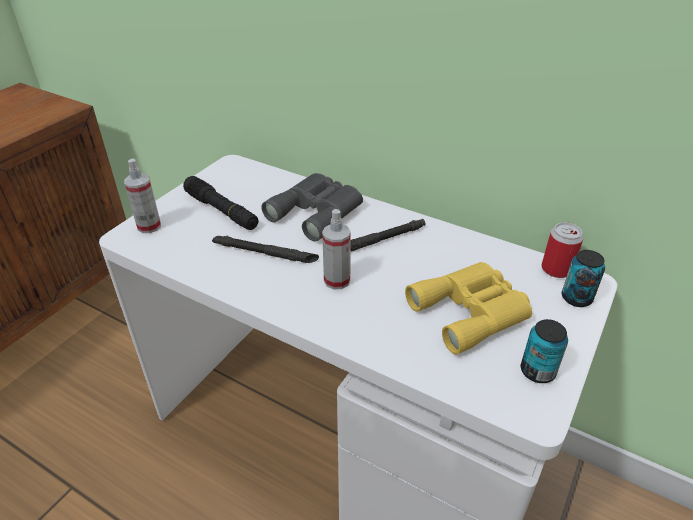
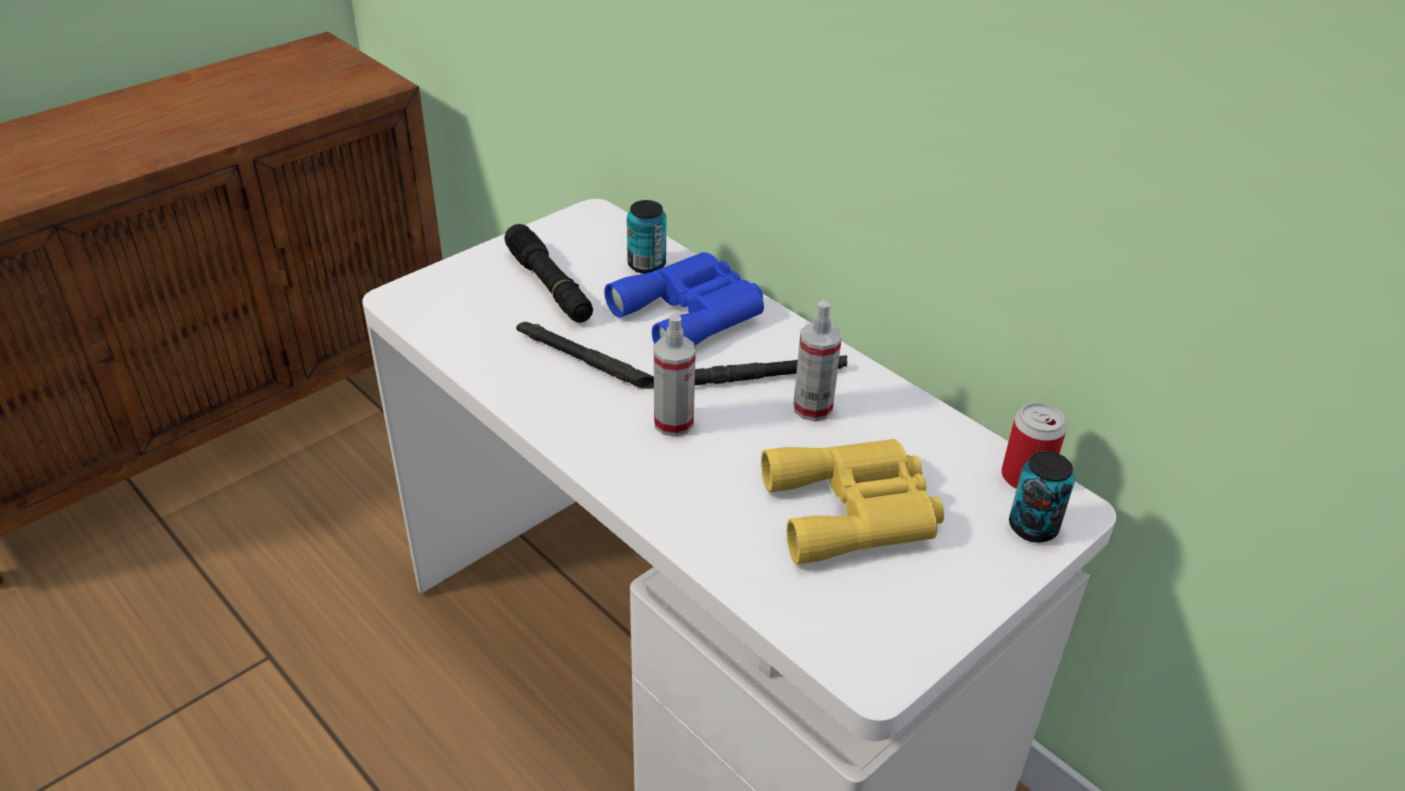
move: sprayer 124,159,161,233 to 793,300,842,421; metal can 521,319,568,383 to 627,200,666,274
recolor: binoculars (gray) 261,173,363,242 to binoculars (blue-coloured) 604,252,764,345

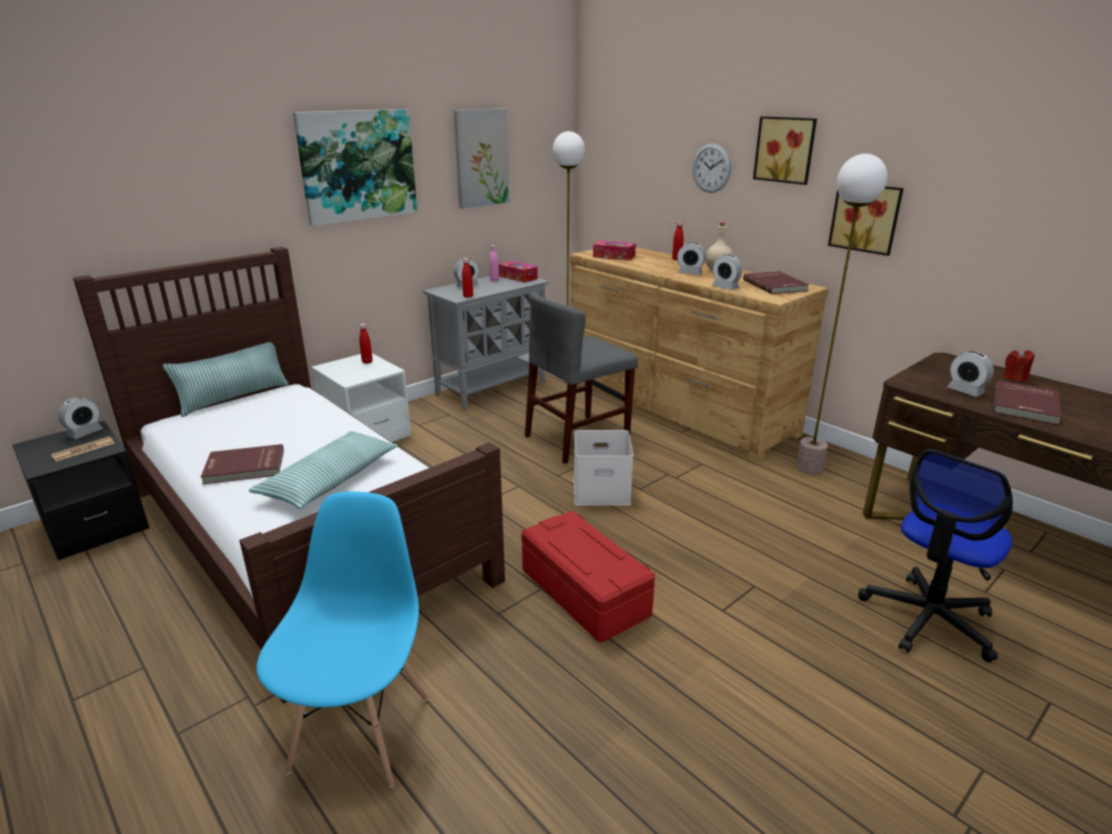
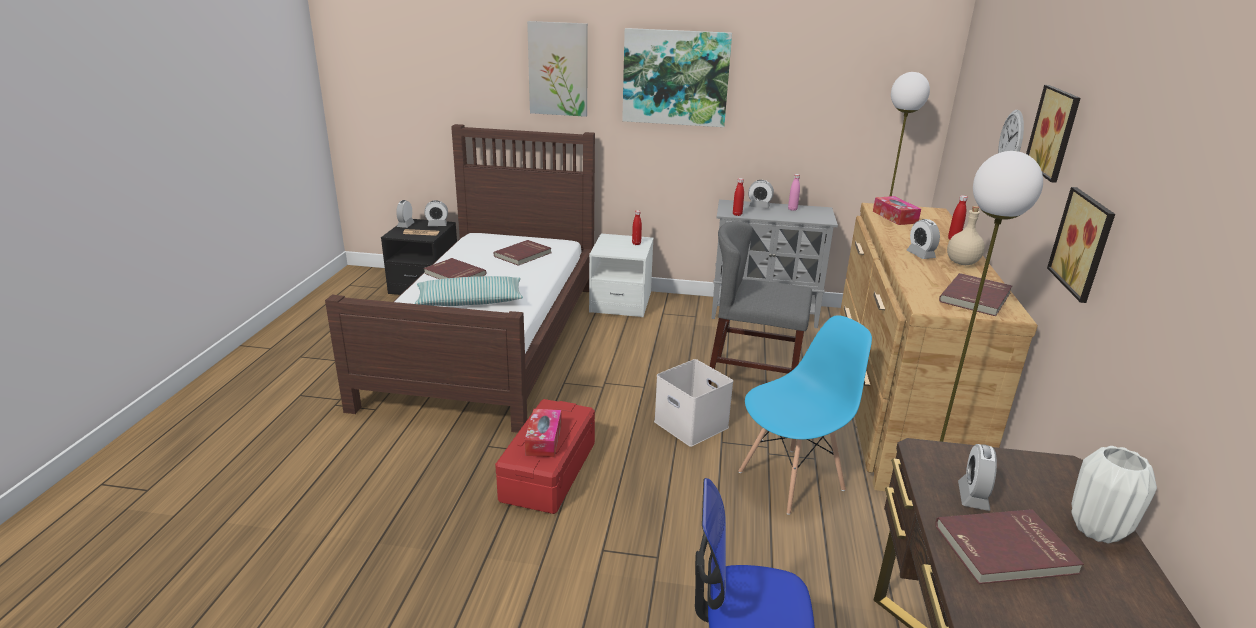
delete: throw pillow 162,342,289,417
insert: volume (red) 494,240,551,266
move: plain chair (blue-coloured) 257,491,429,788 to 739,315,872,515; wall picture 454,109,510,209 to 527,21,588,117; tissue holder 499,261,538,283 to 524,409,562,457; alarm clock 712,254,742,290 to 396,200,414,228
replace: candle (red) 1003,349,1034,381 to flower vase (whitish) 1071,446,1157,543

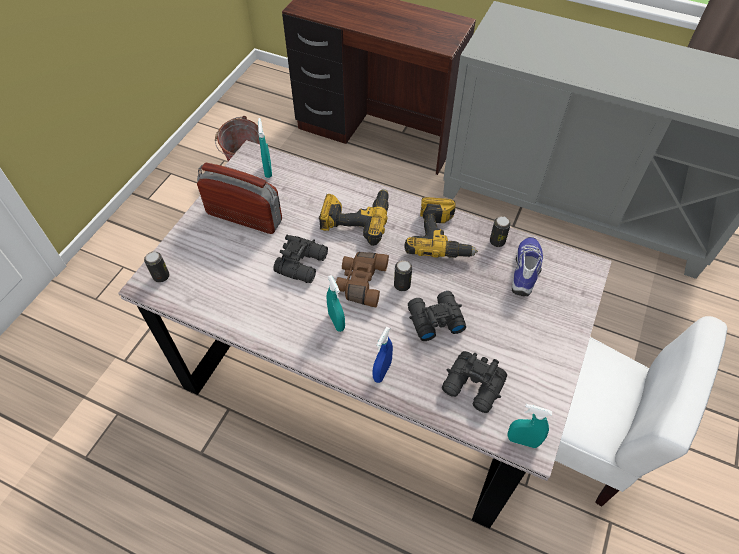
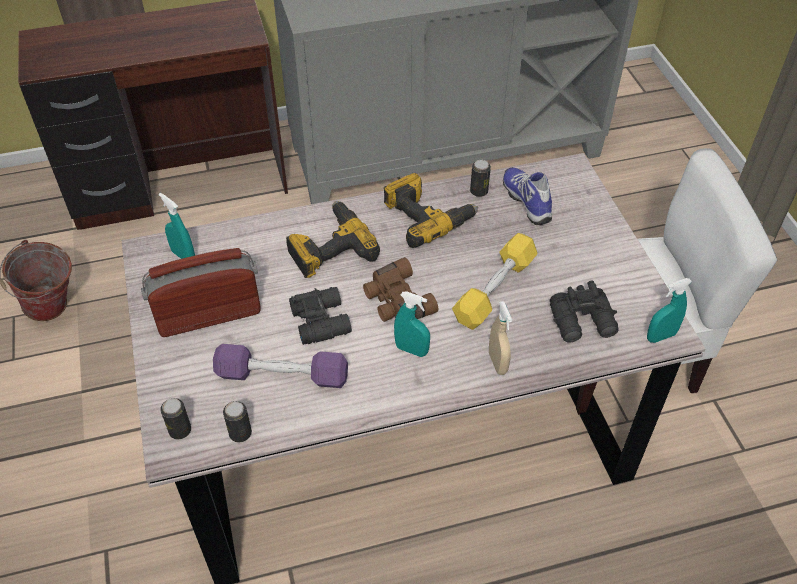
insert: free weight (purple) 213,344,348,388
move: metal can 394,260,412,291 to 223,401,252,442
replace: binoculars (blackish) 408,291,466,341 to free weight (yellowish) 452,233,537,330
recolor: sprayer (blue-coloured) 372,327,393,383 to sprayer (beige) 489,301,512,375

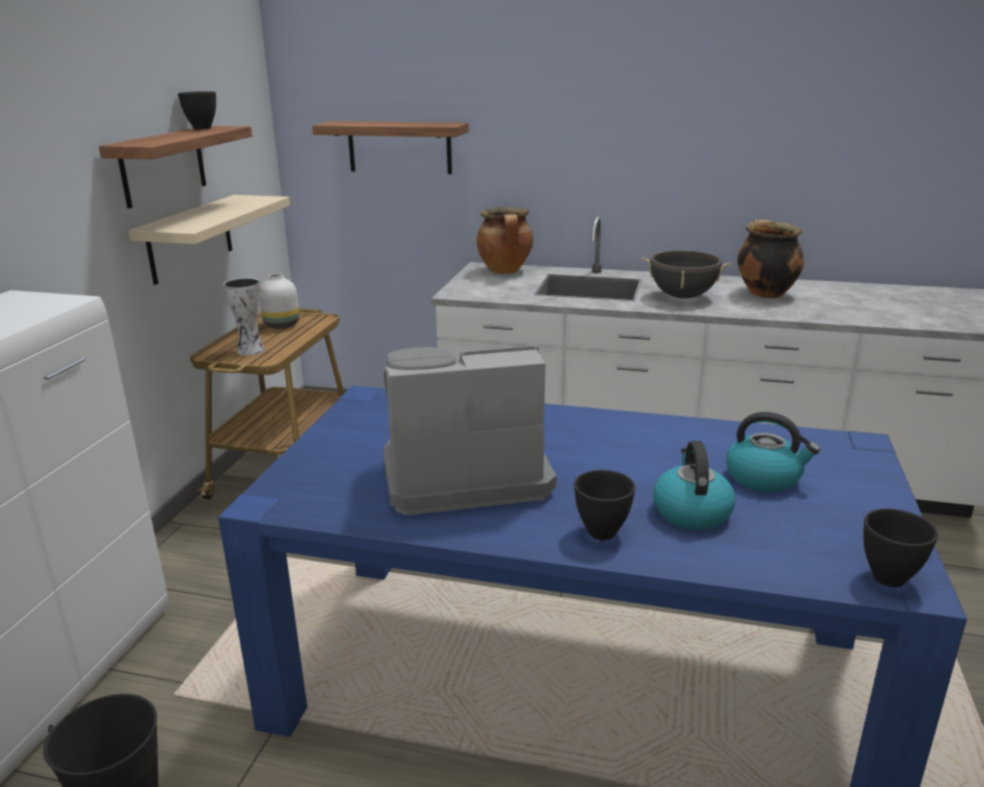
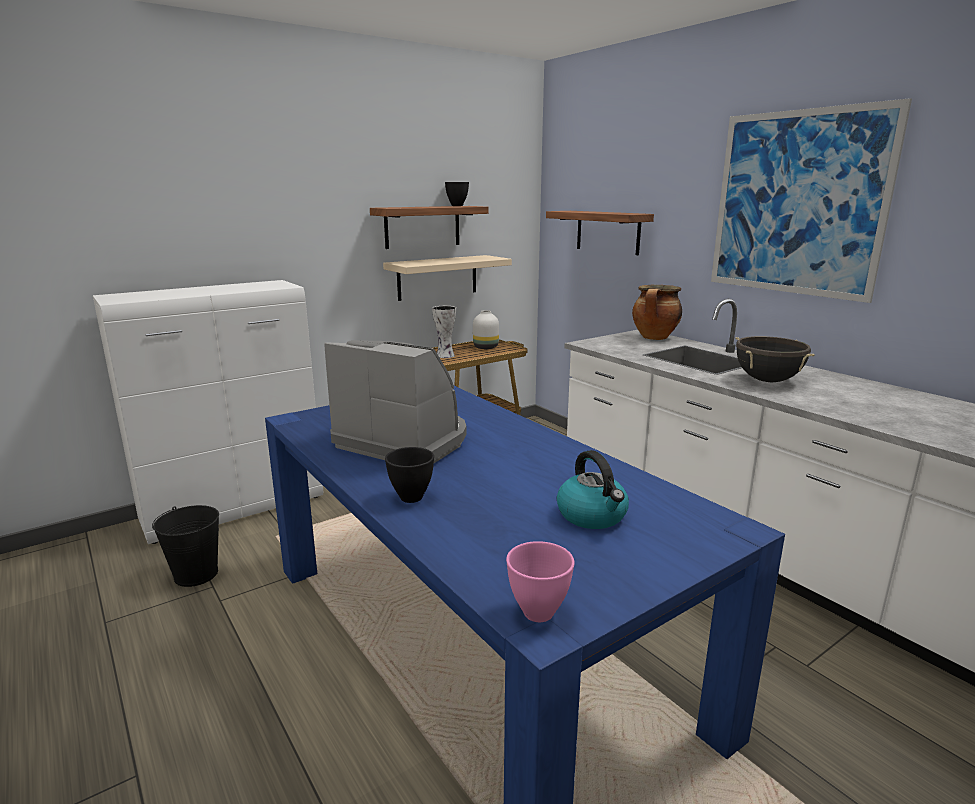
delete: tea kettle 653,441,736,530; saucepot 737,220,804,298
insert: wall picture 711,98,912,303
recolor: serving bowl (blackish) 863,509,938,587 to serving bowl (pinkish) 506,541,575,622

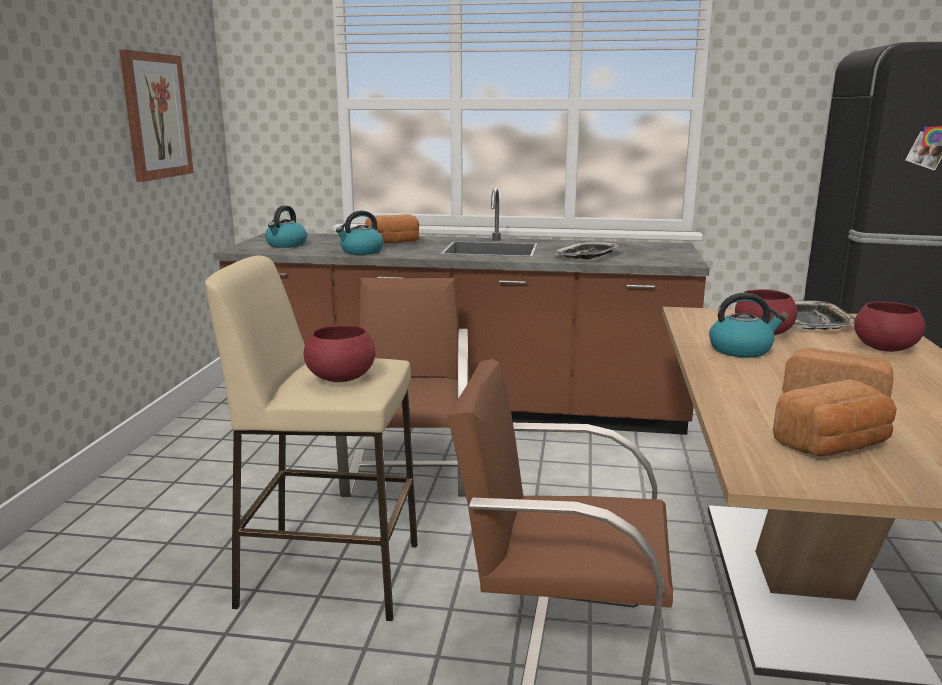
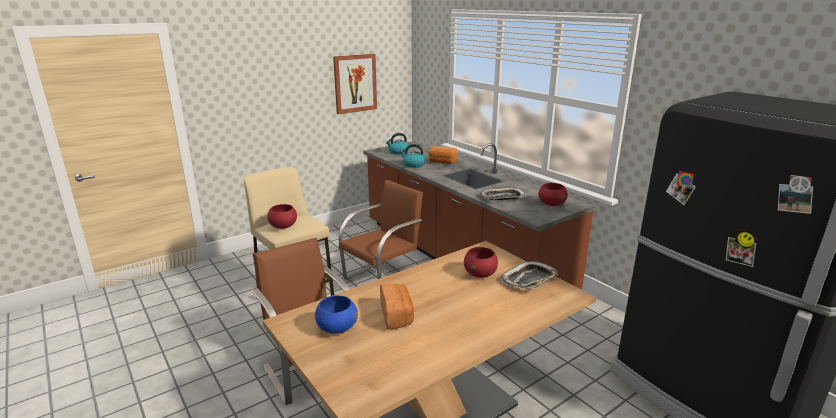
delete: tea kettle 709,293,786,358
move: serving bowl (red) 854,302,925,352 to 539,183,568,206
replace: bread 773,379,897,457 to serving bowl (blue-coloured) 315,295,358,333

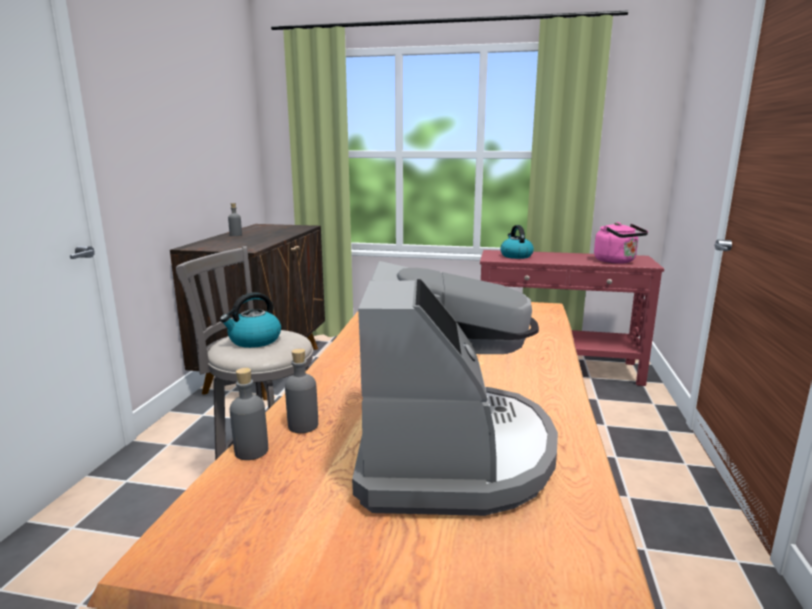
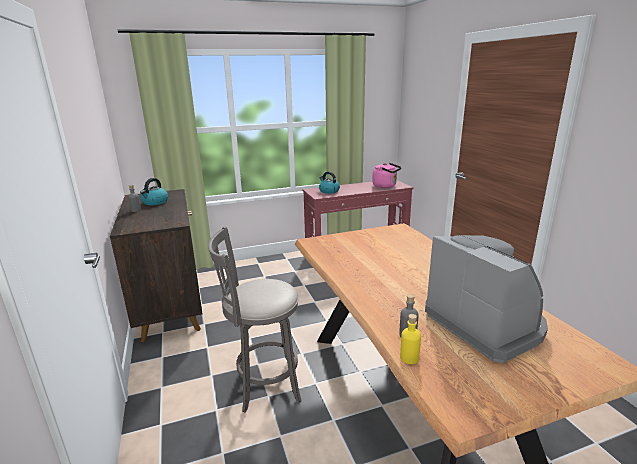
move: tea kettle 220,292,281,348 to 140,178,168,205
recolor: drink bottle (gray) 230,368,268,460 to drink bottle (yellowish) 400,314,421,364

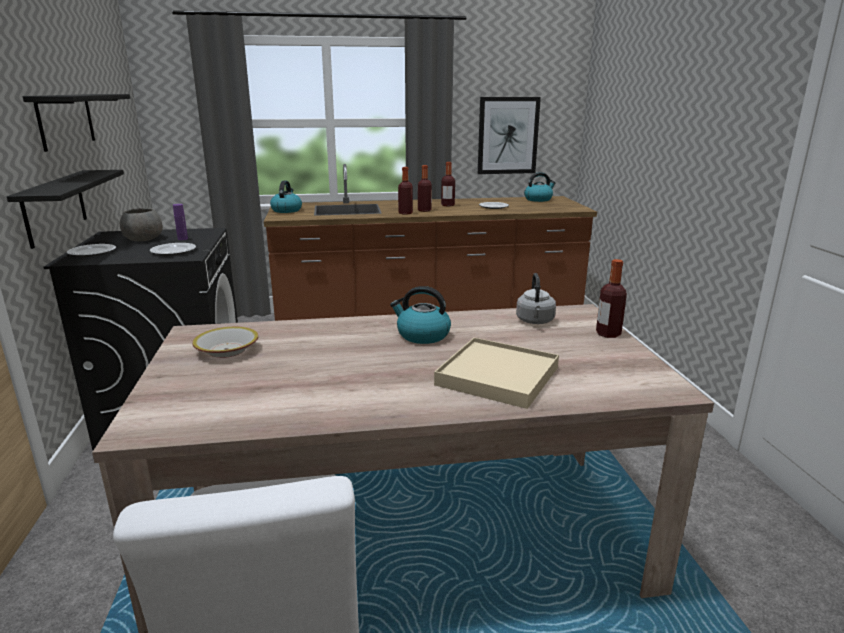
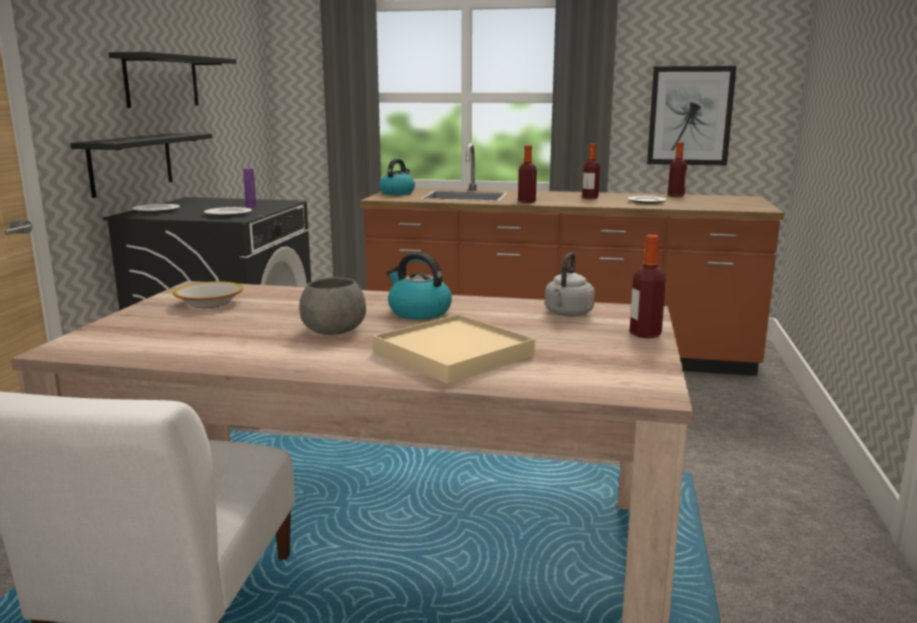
delete: tea kettle 524,172,556,202
move: serving bowl (gray) 120,208,163,241 to 299,277,366,335; drink bottle 418,165,432,212 to 668,142,687,197

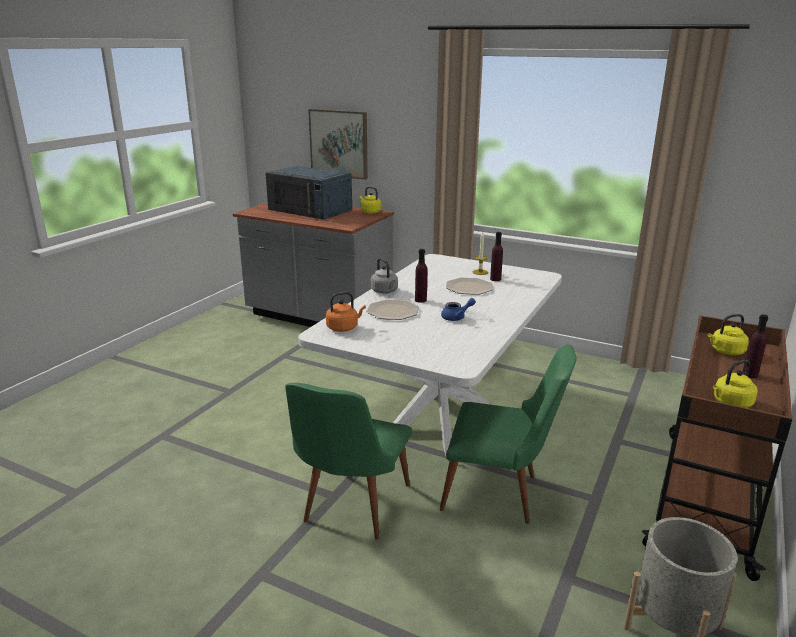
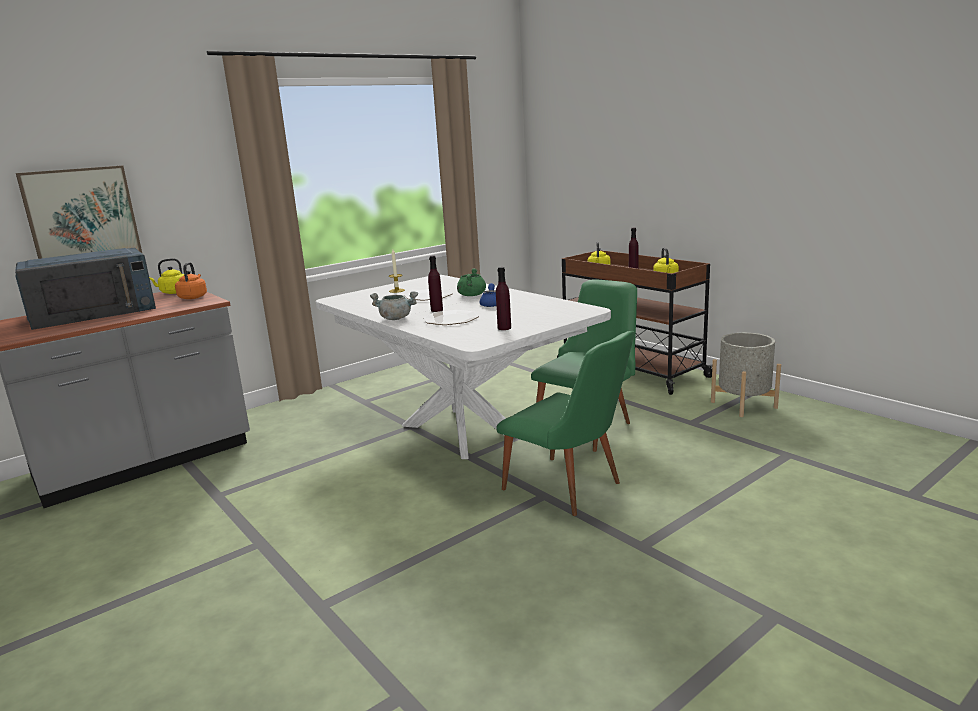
insert: saucepot (green) 457,268,486,296
move: tea kettle (orange-coloured) 326,292,366,332 to 175,262,207,299; drink bottle (purple) 490,232,503,281 to 496,267,511,330
replace: tea kettle (gray) 371,258,398,293 to saucepot (gray) 370,291,418,320

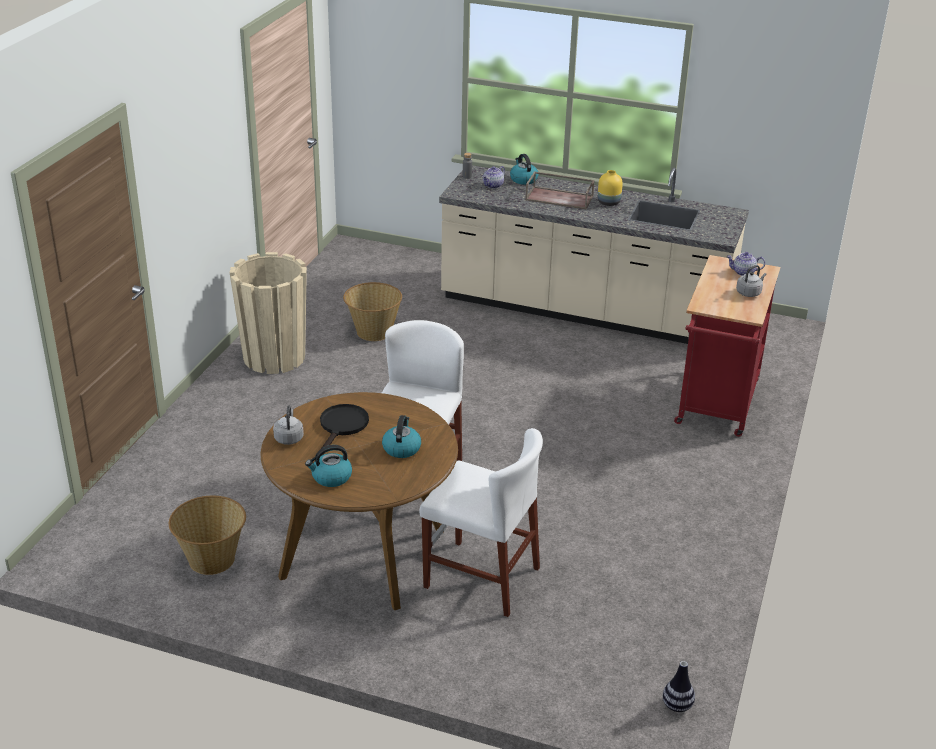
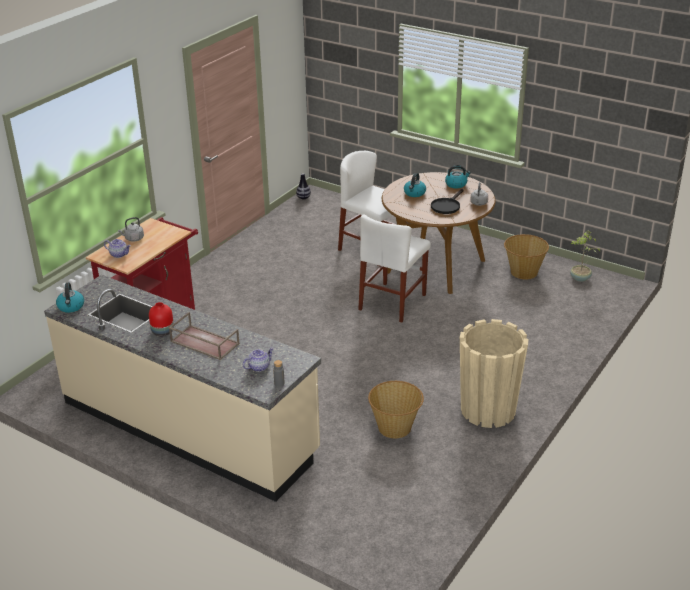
insert: potted plant 570,230,600,282
move: tea kettle 510,154,538,185 to 56,283,84,313
recolor: flower vase (yellowish) 598,170,623,206 to flower vase (red) 149,302,174,336

